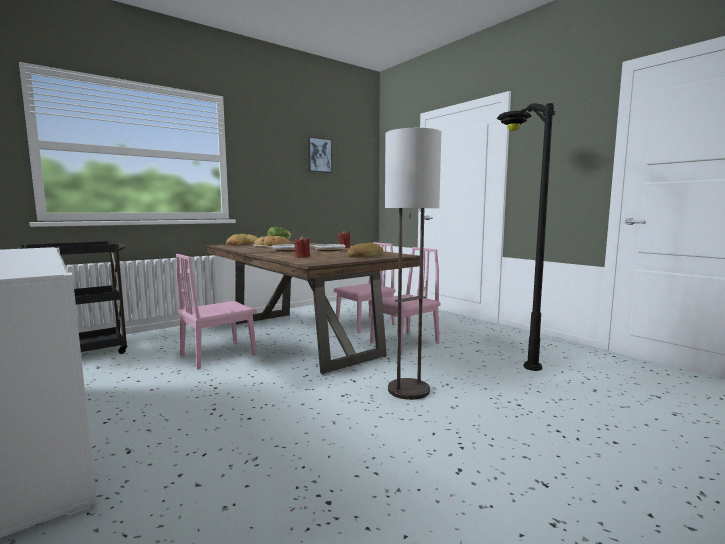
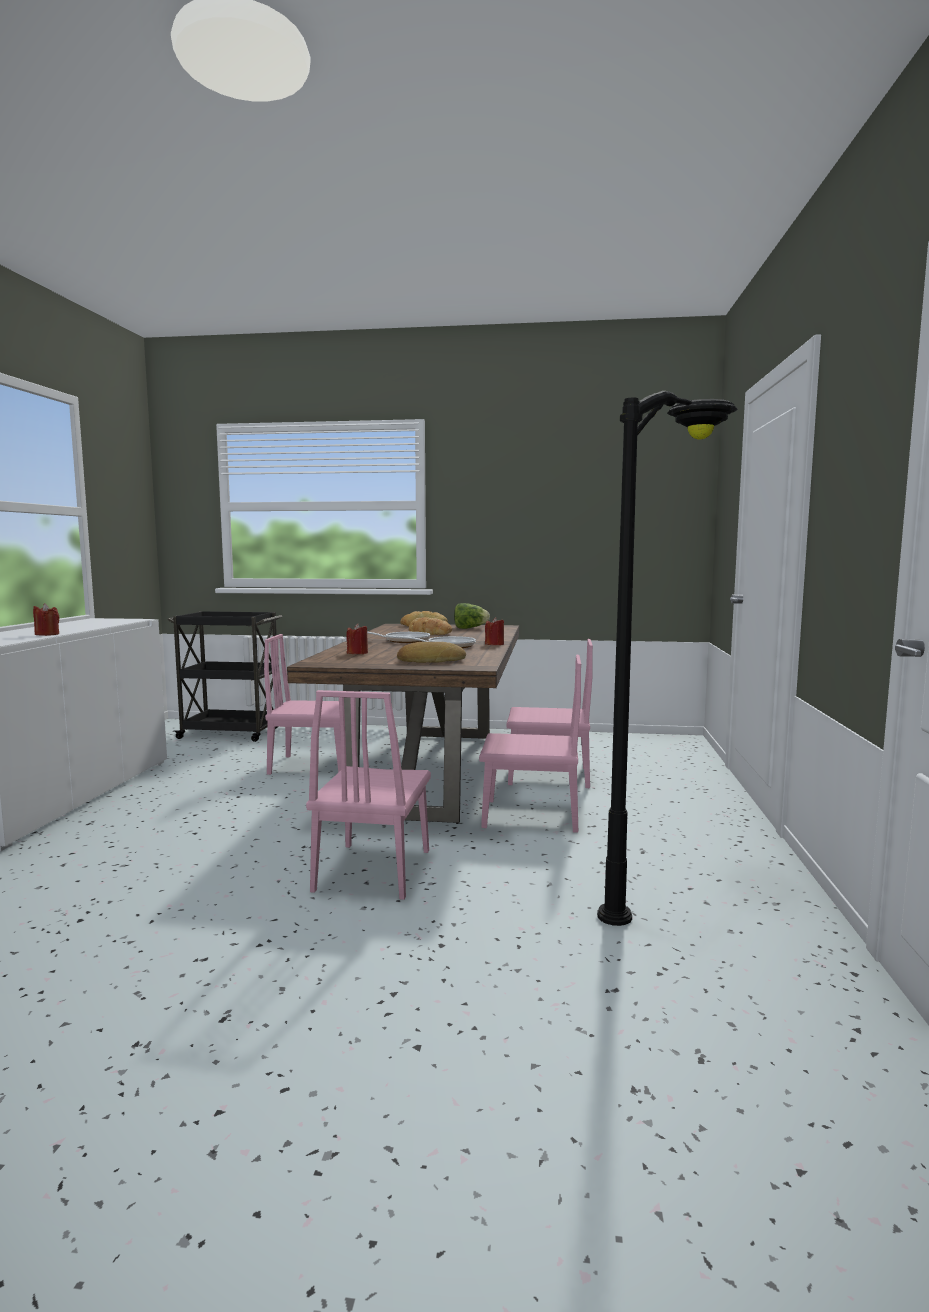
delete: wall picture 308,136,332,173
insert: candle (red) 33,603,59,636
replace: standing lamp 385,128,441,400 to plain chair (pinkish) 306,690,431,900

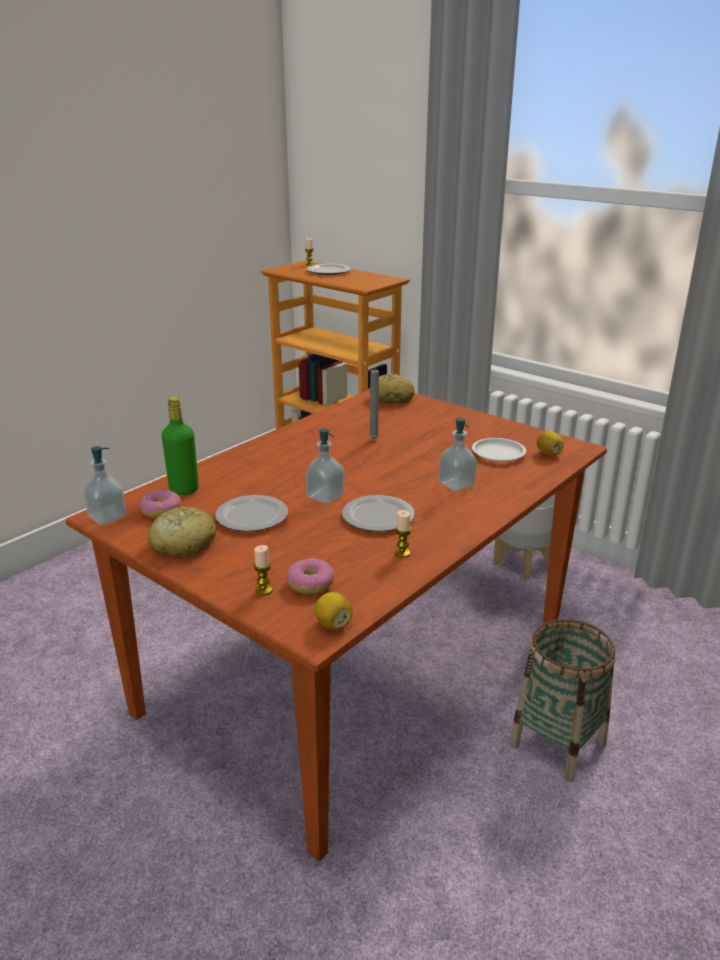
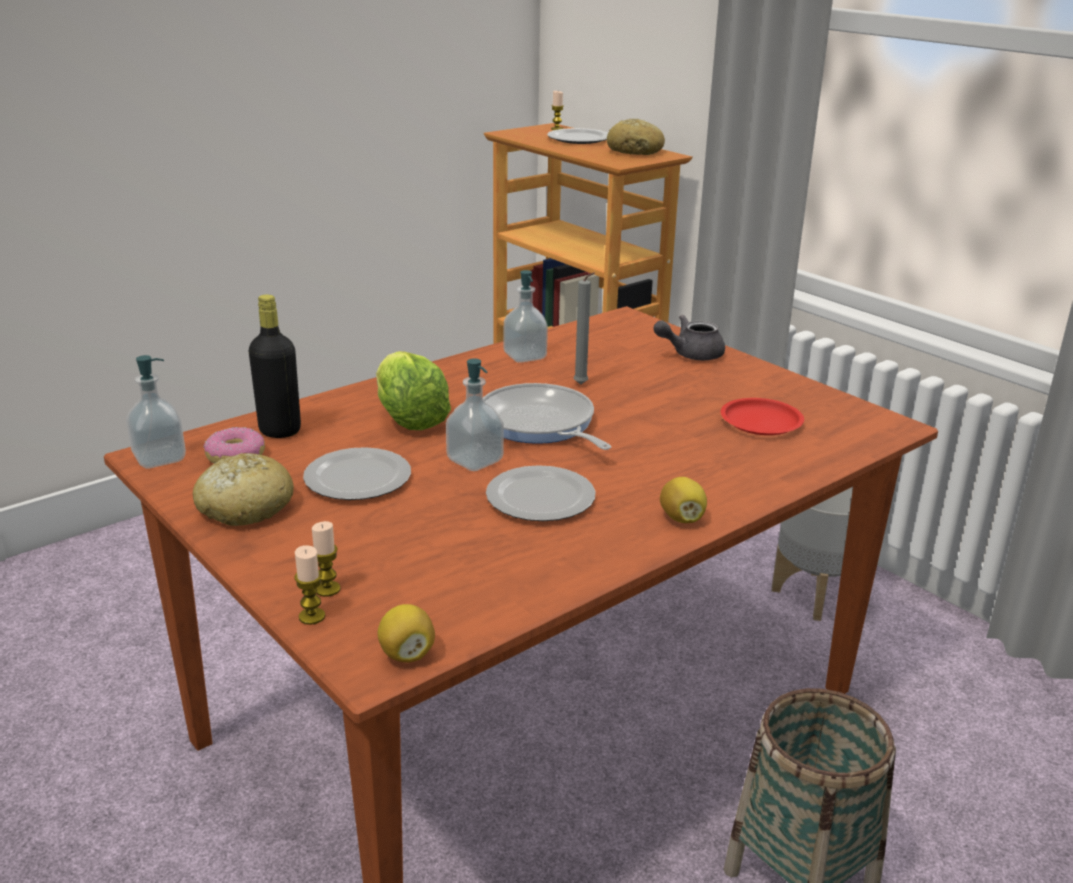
delete: ring doughnut 286,558,334,594
insert: head of lettuce 376,351,451,430; pan 483,383,611,450; pot for tea (gray) 653,315,725,360
move: bread 369,373,415,404 to 607,119,665,155; candle 395,510,411,557 to 294,545,325,625; soap dispenser 438,418,477,491 to 504,270,548,363; citrus fruit 536,431,564,456 to 660,477,707,523
recolor: drink bottle (green) 162,397,199,495 to drink bottle (blackish) 249,295,301,438; dinner plate (whitish) 472,438,526,462 to dinner plate (red) 721,398,804,435

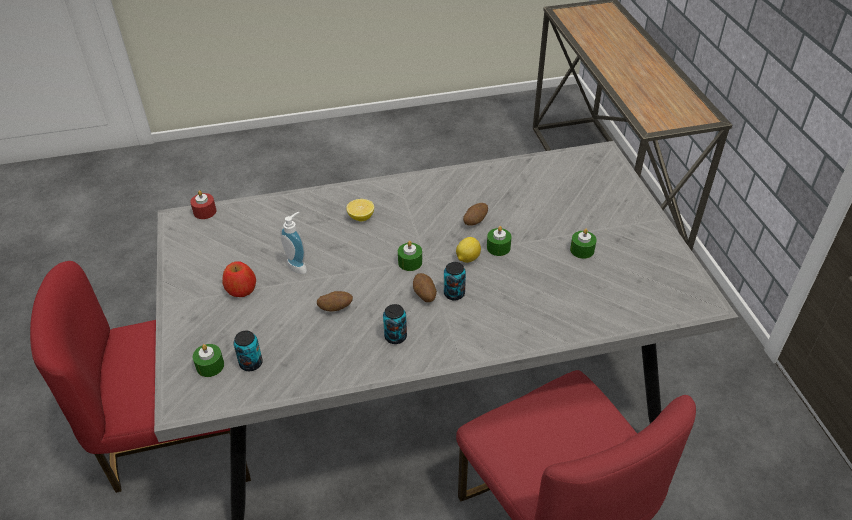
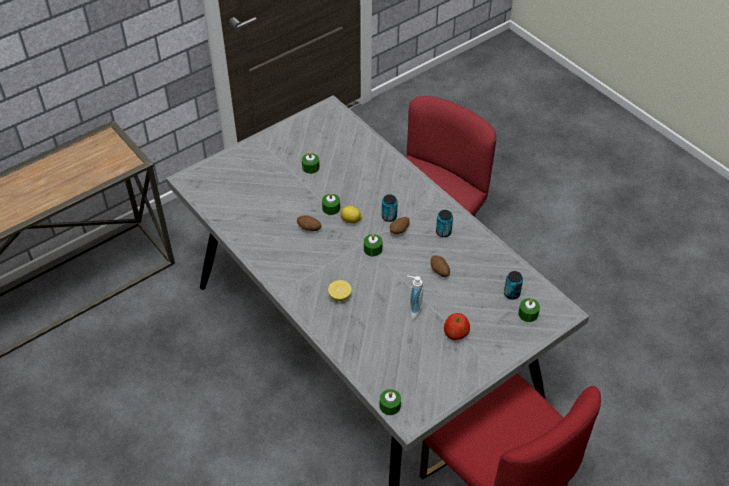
recolor: candle (red) 190,190,217,219 to candle (green) 380,389,401,415

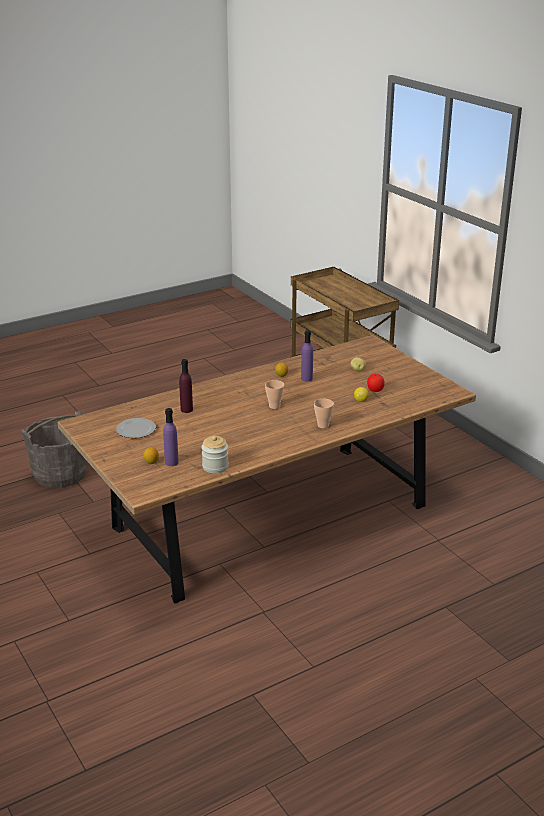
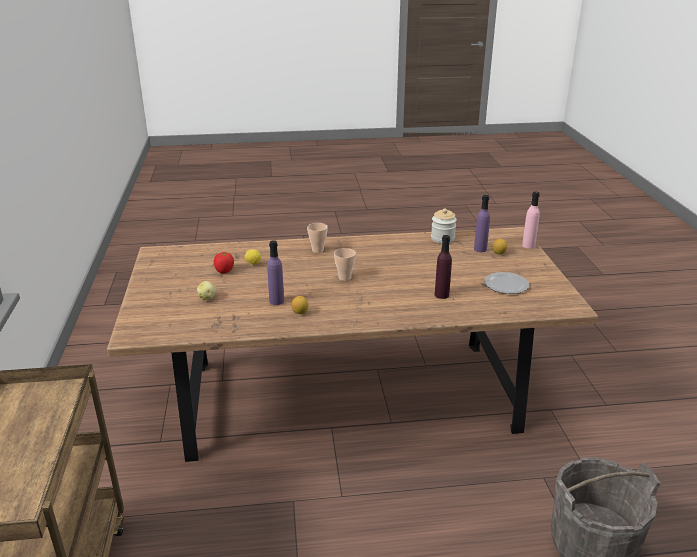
insert: drink bottle (pinkish) 522,192,540,249

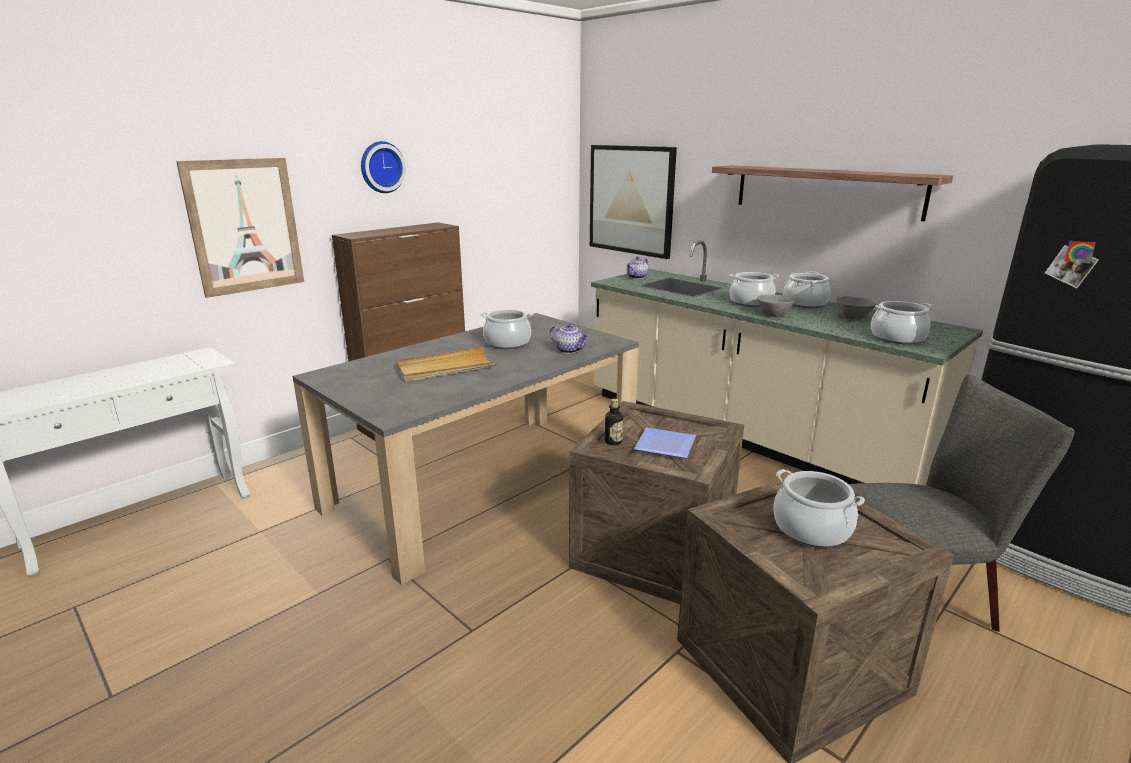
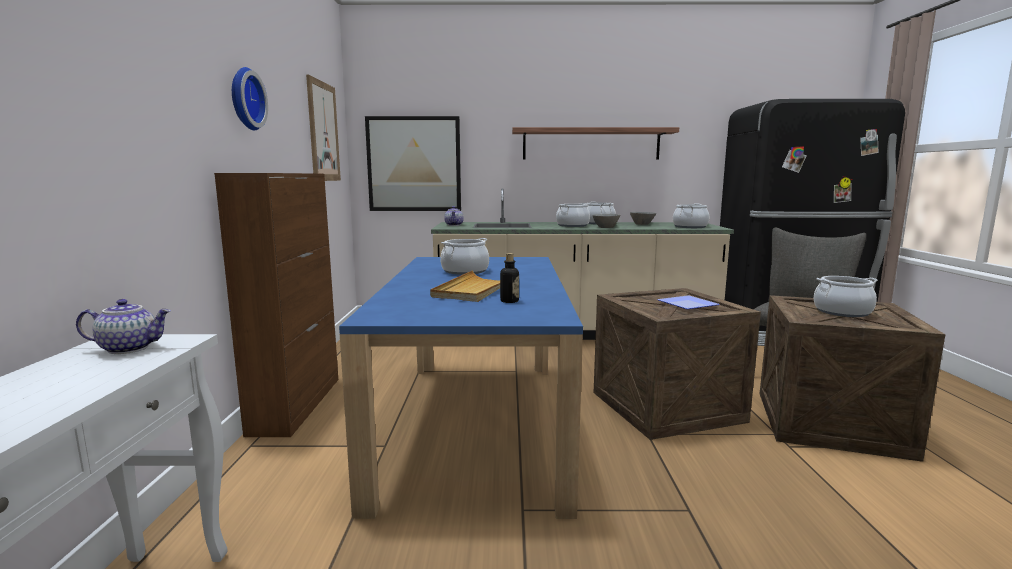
move: wall picture 176,158,304,298 to 306,75,341,181; pot for tea 550,324,589,354 to 76,299,171,354; drink bottle 605,398,623,445 to 500,253,519,303
recolor: kitchen table (gray) 292,313,639,585 to kitchen table (blue-coloured) 339,257,583,519

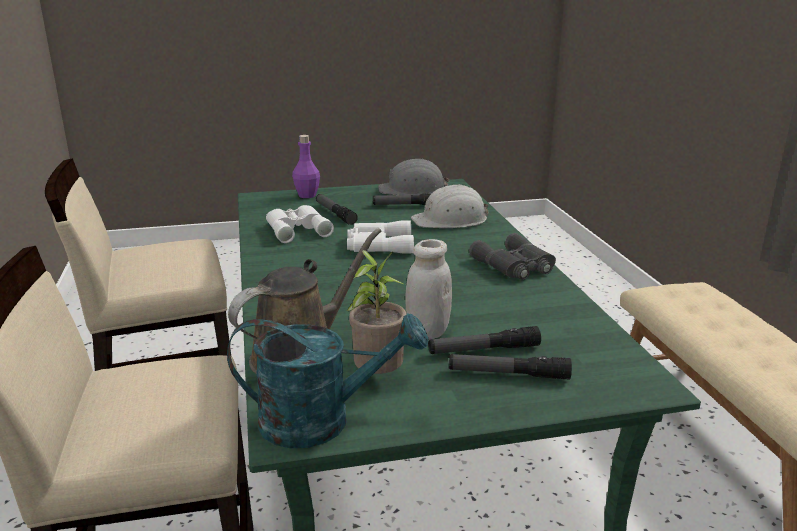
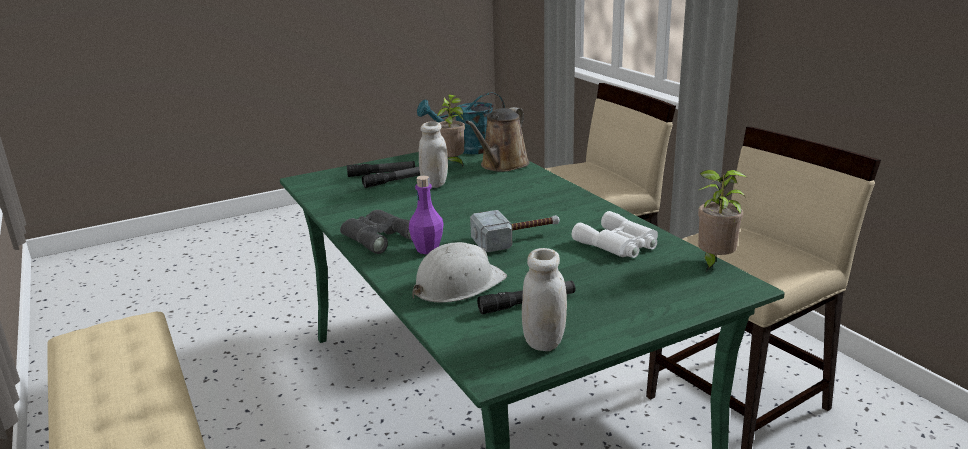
delete: hand torch 316,194,358,225
insert: potted plant 698,170,747,272
move: drink bottle (purple) 292,135,320,198 to 409,176,444,254
replace: binoculars (whitish) 347,220,414,254 to hammer 470,210,560,252; work helmet (gray) 378,158,449,195 to preserve jar (whitish) 522,248,567,351

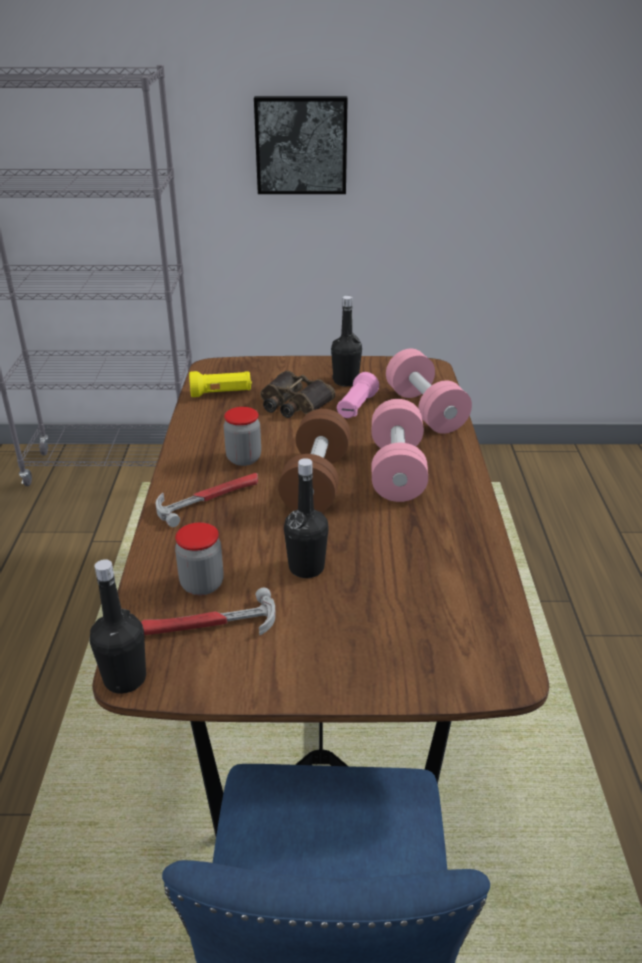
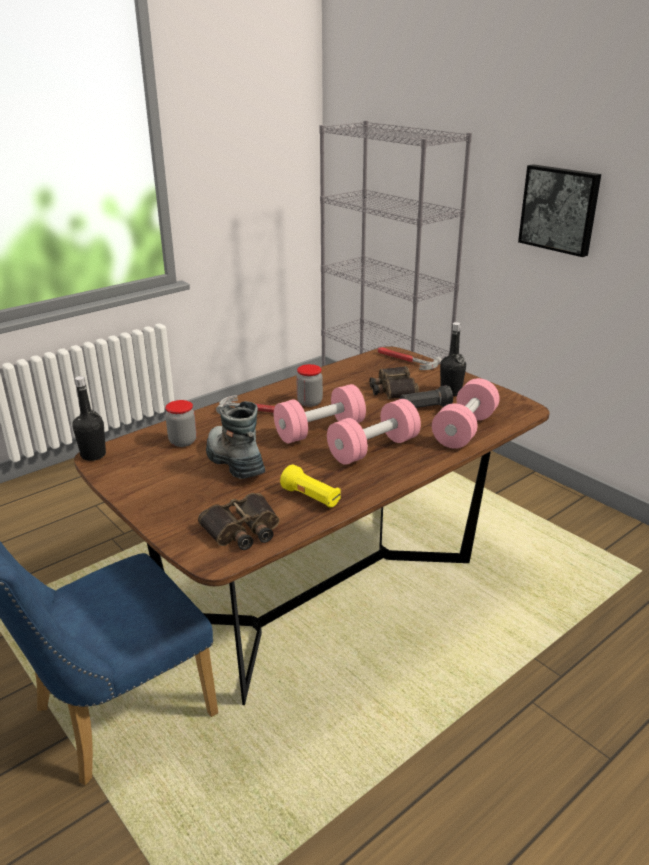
insert: binoculars 198,493,279,550
move: hammer 141,588,276,635 to 378,347,442,370; hand torch (yellowish) 189,371,252,397 to 280,465,340,508
replace: drink bottle (blackish) 284,458,329,578 to high-top boot 206,401,265,479
recolor: free weight (brown) 278,409,350,512 to free weight (pinkish) 274,384,366,444; hand torch (pinkish) 337,372,379,418 to hand torch (blackish) 400,385,453,408

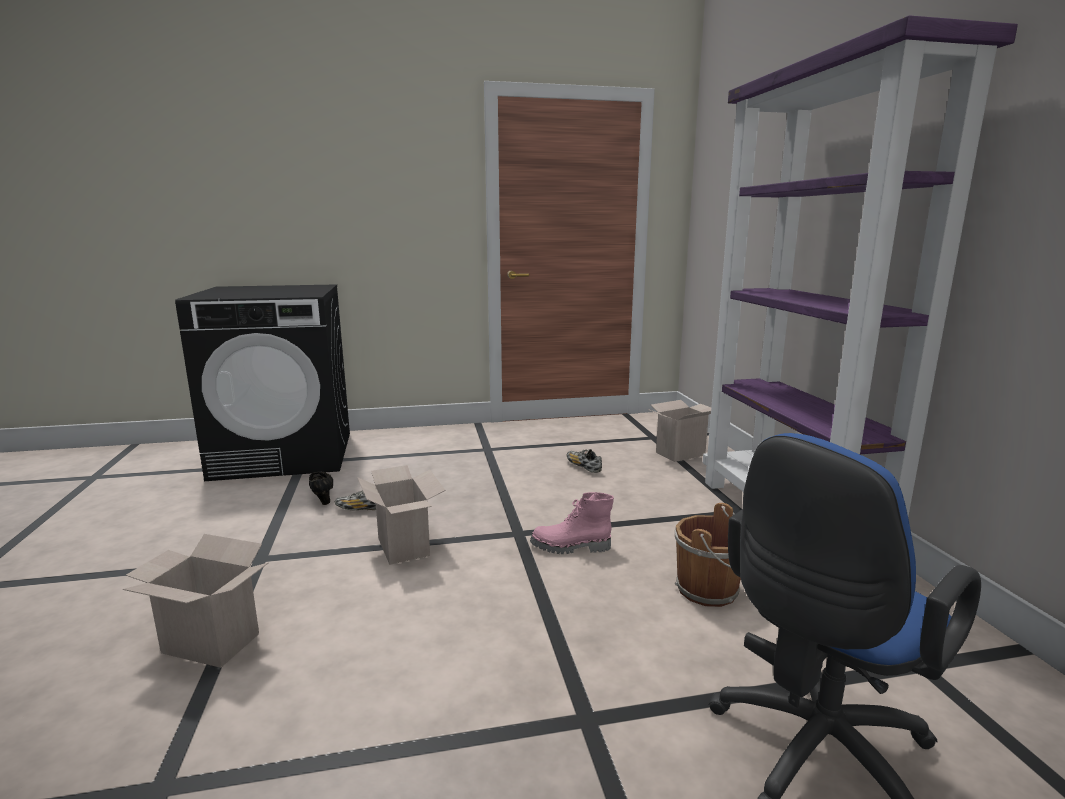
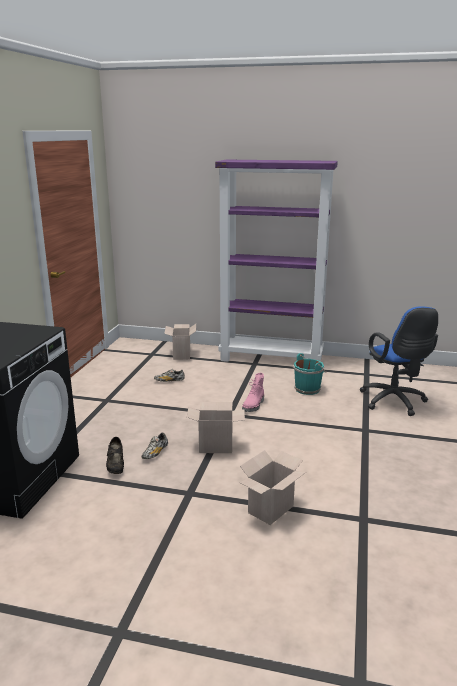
recolor: water bucket (brown) 675,503,741,607 to water bucket (turquoise-coloured) 293,353,326,395
rotate: item of footwear (blackish) 309,471,333,505 = 106,437,124,474 105 degrees counterclockwise

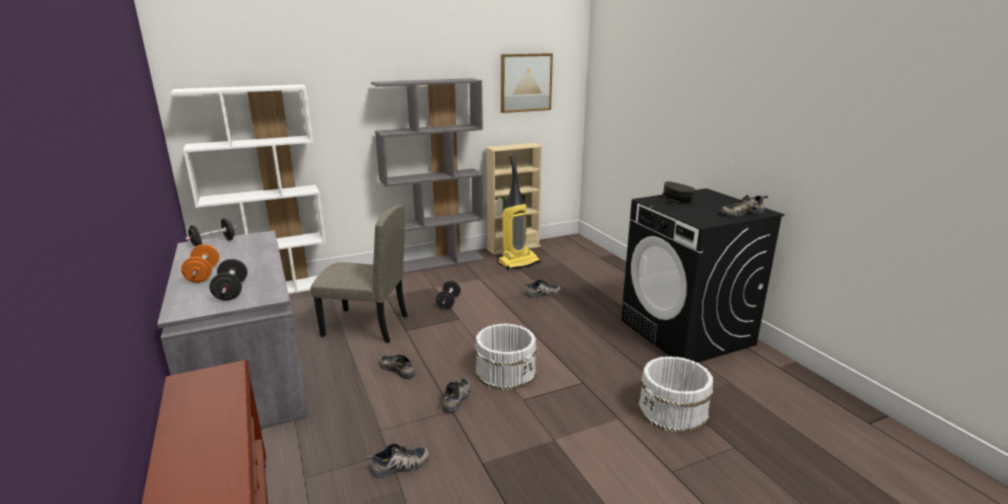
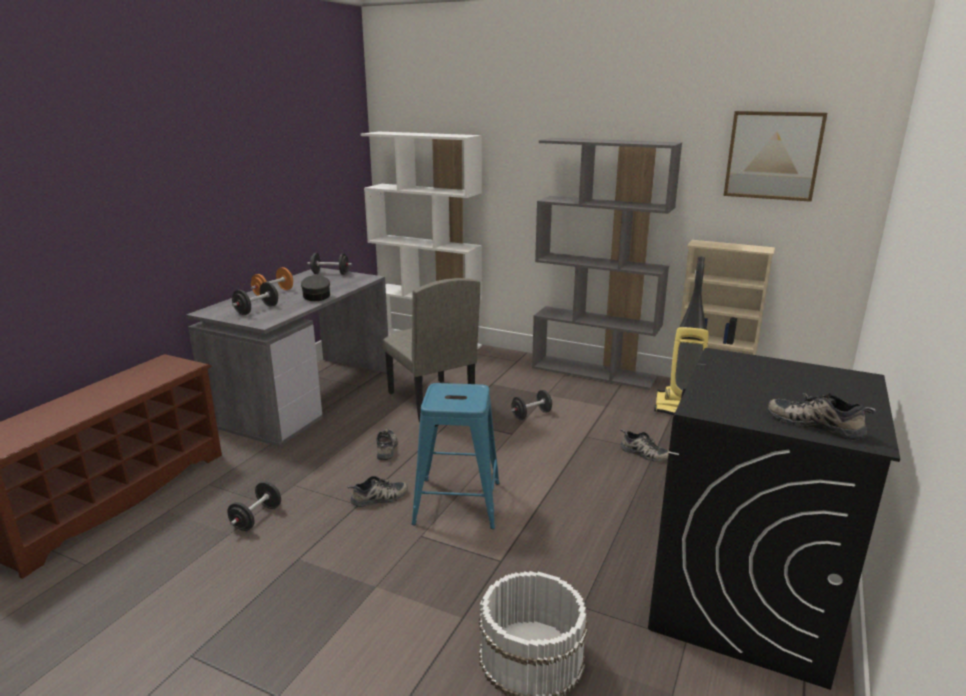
move: peaked cap (gray) 653,182,696,204 to 301,275,331,301
replace: item of footwear 367,444,429,478 to free weight (blackish) 227,481,281,531; water bucket (whitish) 475,324,537,390 to sitting stool (blue-coloured) 412,383,500,529

